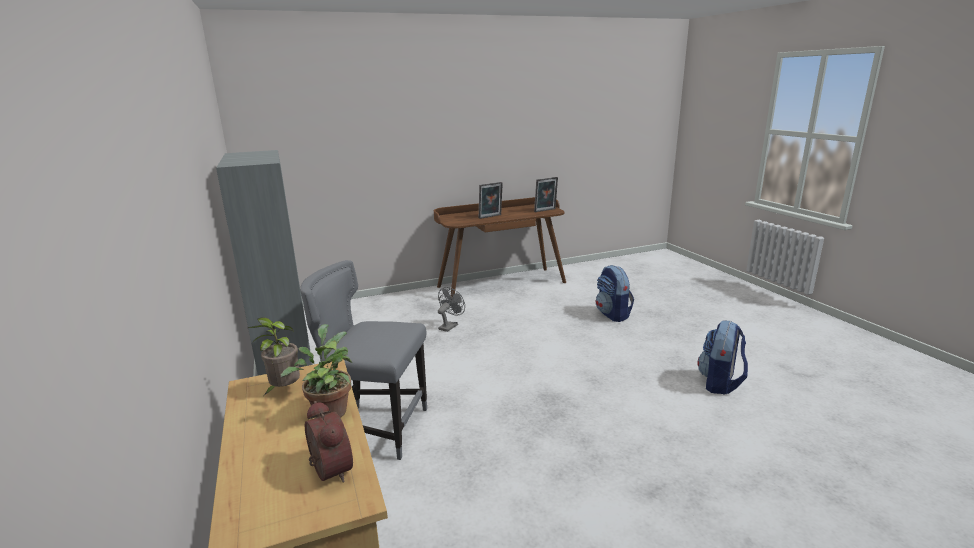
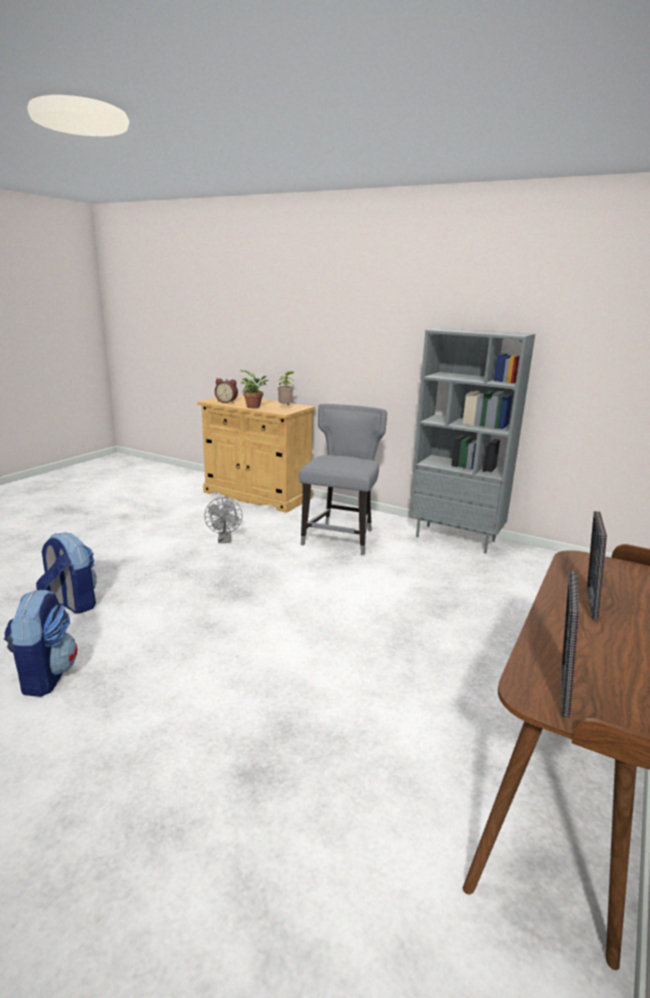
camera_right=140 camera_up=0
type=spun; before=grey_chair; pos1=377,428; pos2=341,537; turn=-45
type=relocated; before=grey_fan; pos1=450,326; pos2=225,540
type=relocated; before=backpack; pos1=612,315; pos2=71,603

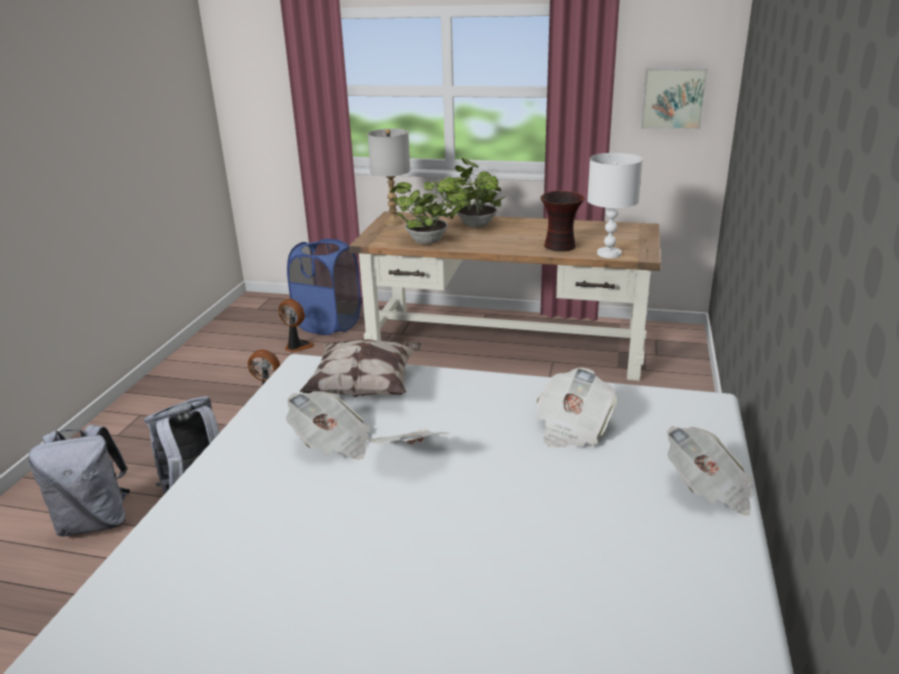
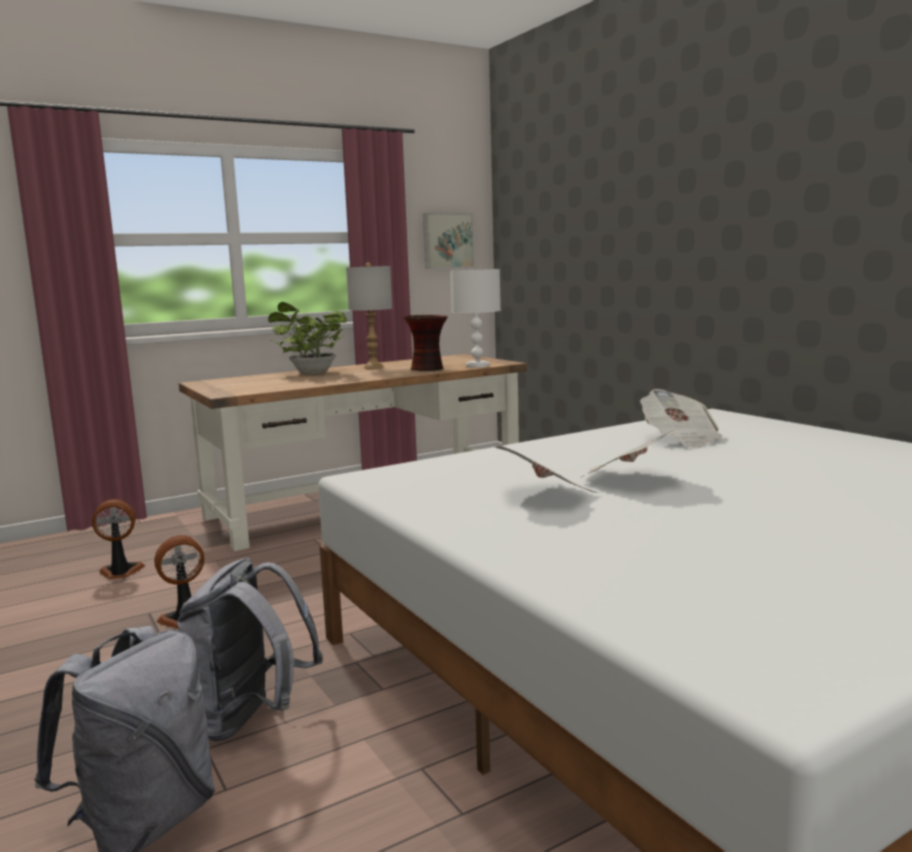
camera_right=-45 camera_up=-15
type=missing; before=blue_laundry_basket; pos1=329,324
type=missing; before=pillow; pos1=366,387
type=relocated; before=grey_table_lamp; pos1=393,223; pos2=373,367
type=missing; before=potted_plant; pos1=430,241
type=missing; before=newspaper; pos1=708,489

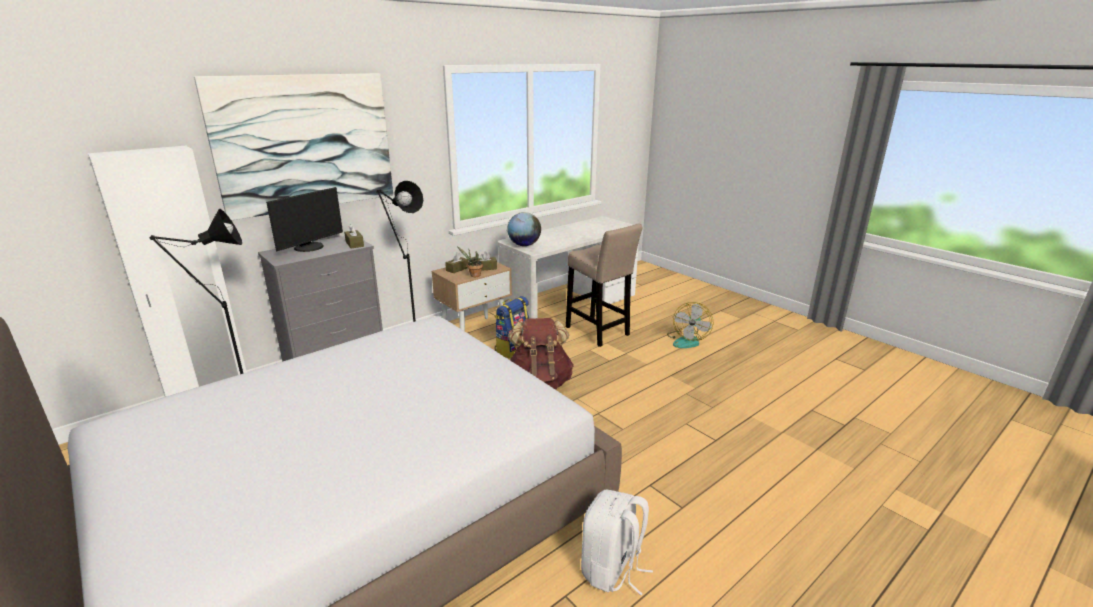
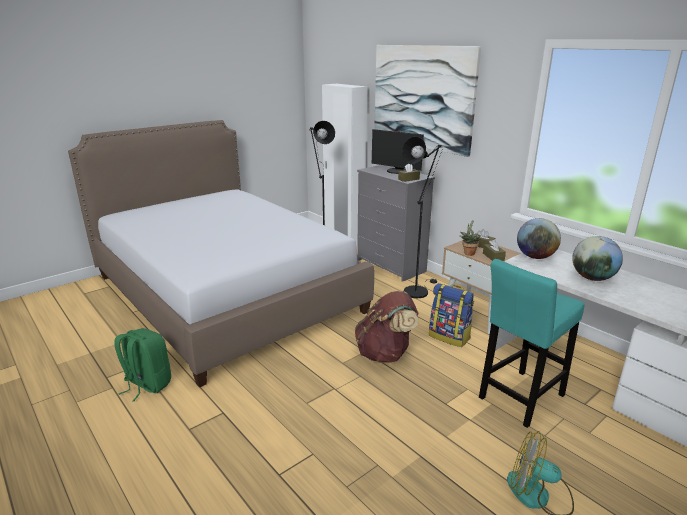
camera_right=90 camera_up=0
type=colour; before=beige_stool; after=turquoise_stool; pos1=599,332; pos2=519,399
type=colour; before=white_backpack; after=green_backpack; pos1=612,570; pos2=147,385
type=appeared; after=globe; pos2=592,278

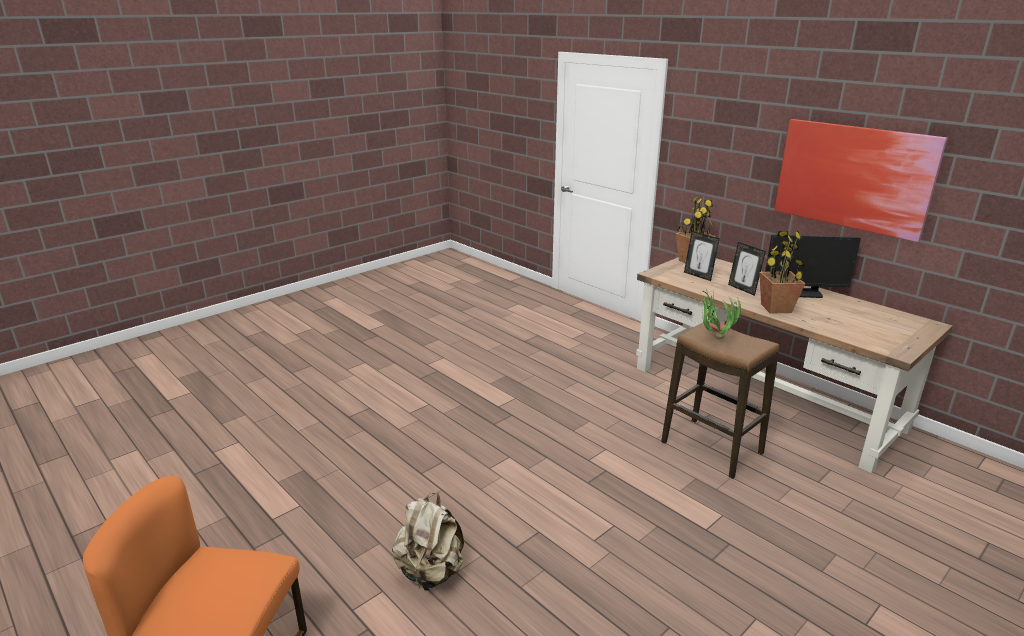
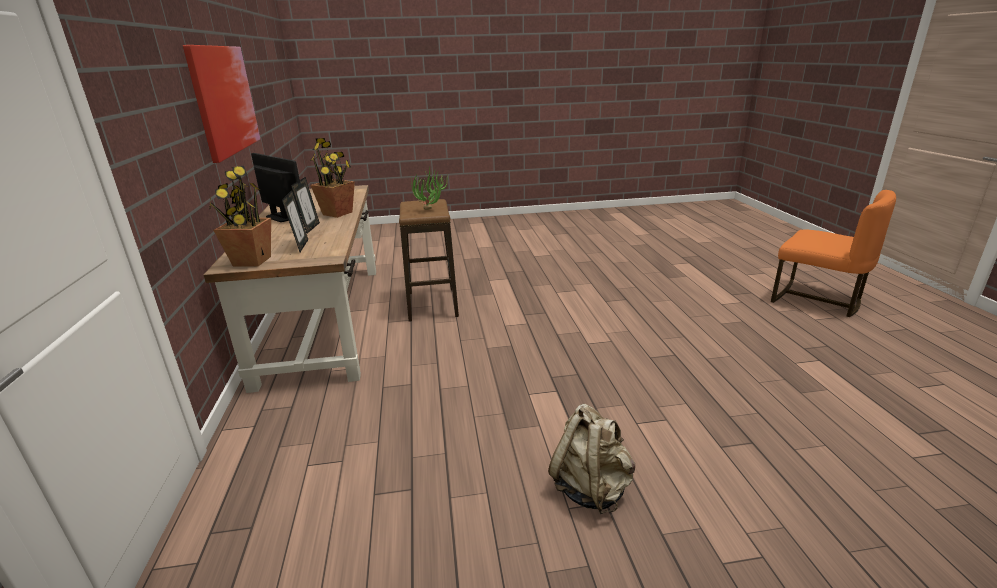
camera_right=-145 camera_up=0
type=relocated; before=beige_backpack; pos1=431,572; pos2=591,488

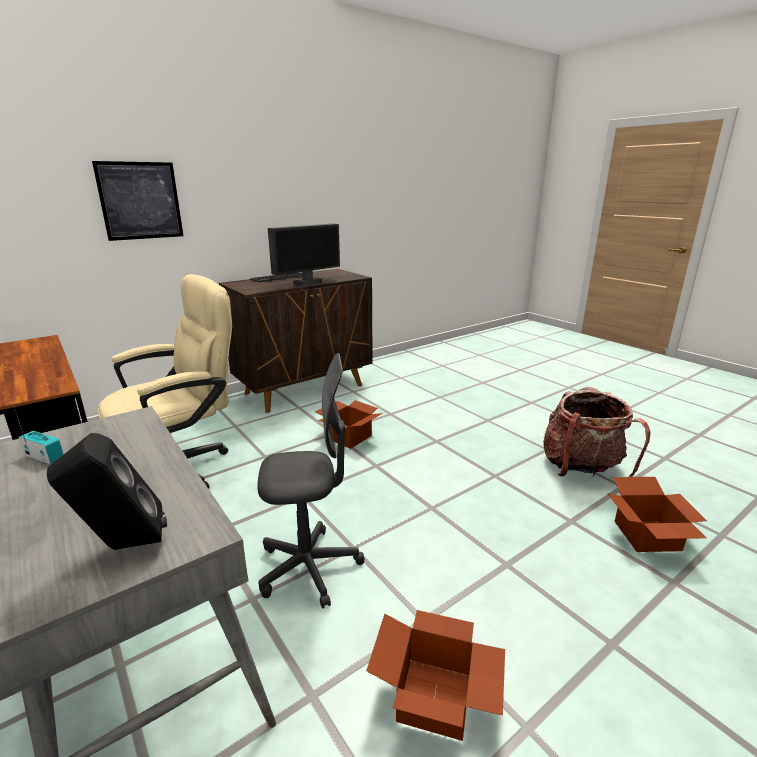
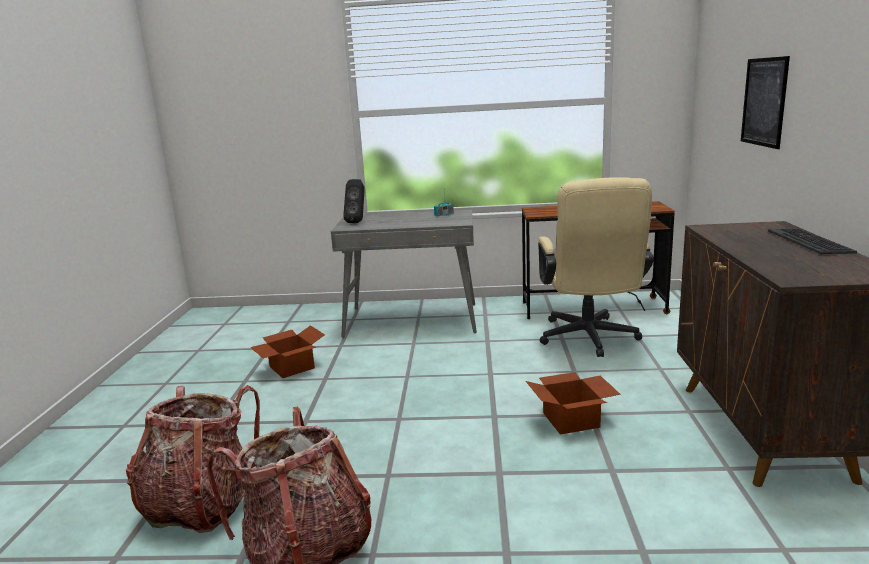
camera_right=130 camera_up=-5
type=missing; before=grey_office_chair; pos1=309,568
type=missing; before=monitor; pos1=307,284
type=exchanged; before=cardboard_box; after=backpack; pos1=647,537; pos2=201,505

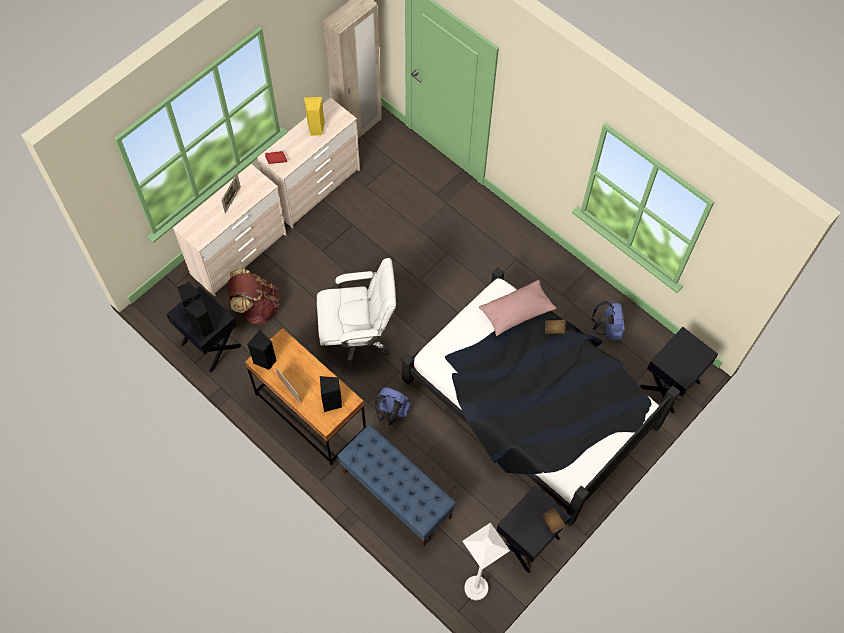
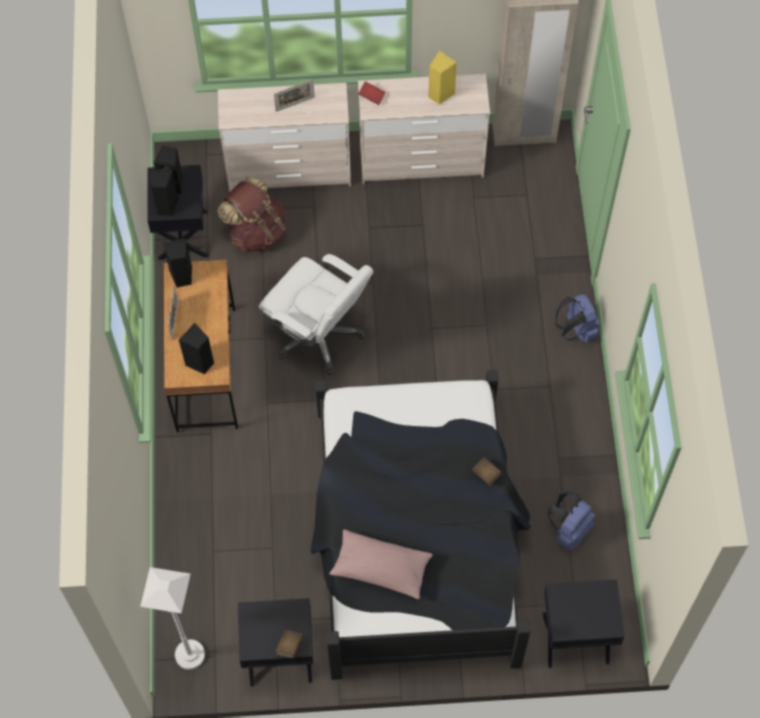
camera_right=45 camera_up=0
type=missing; before=blue_bench; pos1=396,494
type=relocated; before=blue_backpack; pos1=391,412; pos2=576,330
type=relocated; before=pink_pillow; pos1=516,312; pos2=381,568

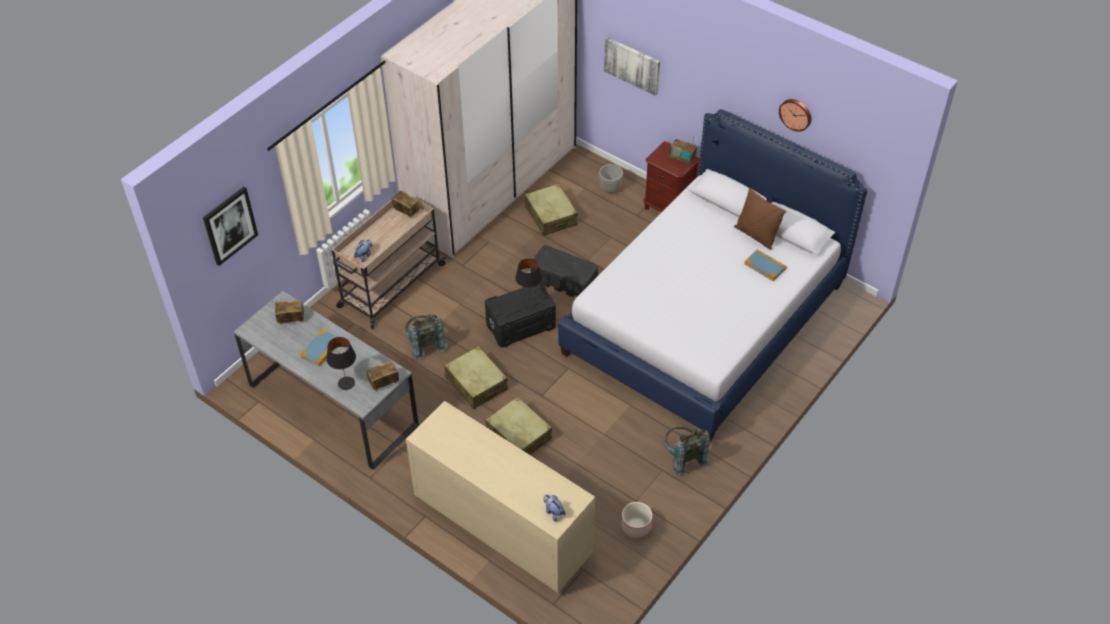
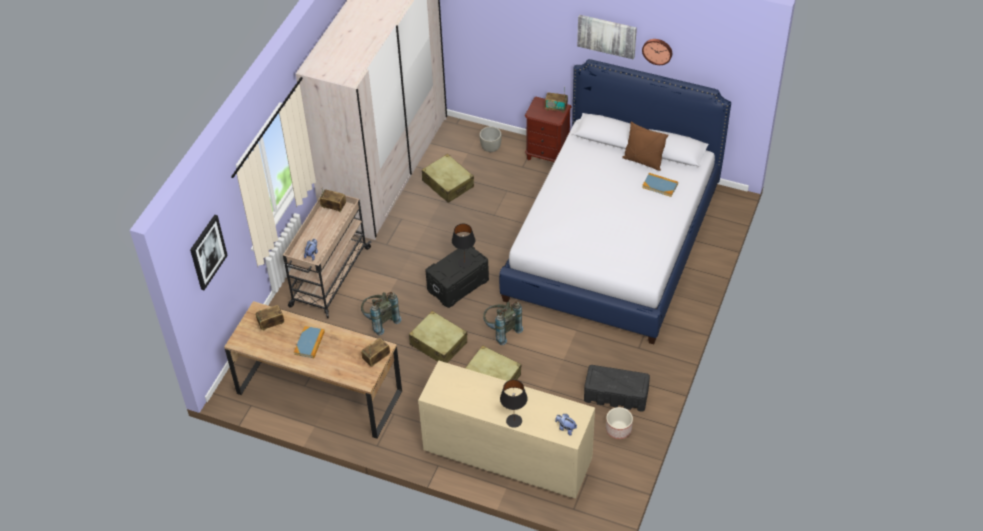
camera_right=-15 camera_up=0
type=colour; before=grey_desk; after=brown_desk; pos1=333,405; pos2=319,392
type=relocated; before=black_table_lamp; pos1=346,383; pos2=513,420
type=relocated; before=black_storage_box; pos1=564,281; pos2=616,395
type=relocated; before=picture; pos1=632,65; pos2=607,35
type=relocated; before=grey_backpack; pos1=682,457; pos2=501,331

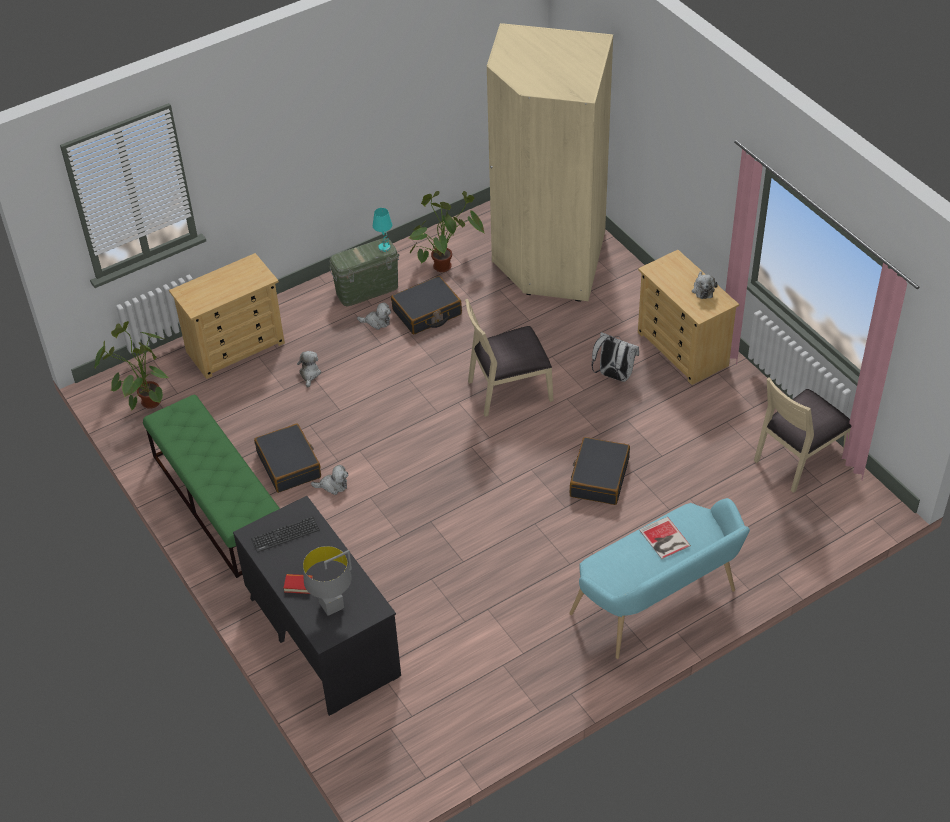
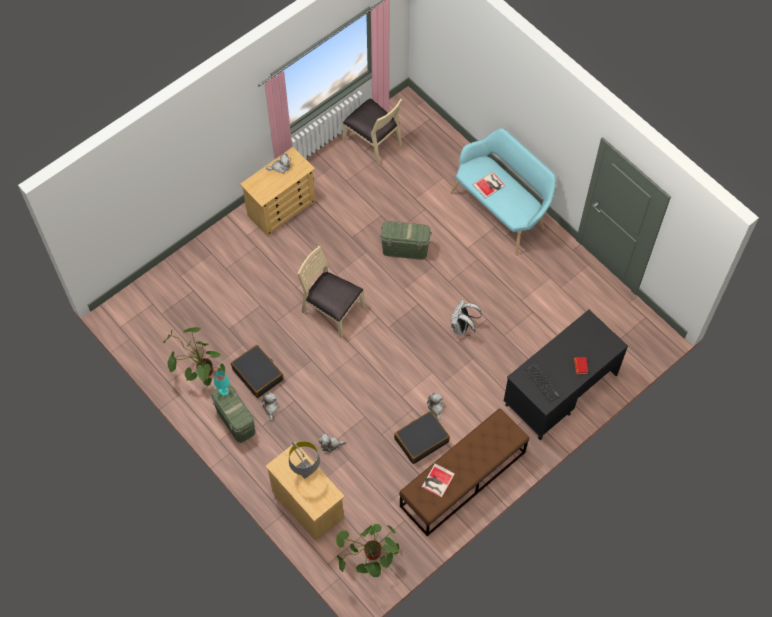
camera_right=-100 camera_up=15
type=colour; before=green_bench; after=brown_bench; pos1=219,502; pos2=462,479
type=relocated; before=grey_table_lamp; pos1=332,606; pos2=305,471
type=spun; before=beige_chair; pos1=509,390; pos2=332,310; turn=150
type=missing; before=beige_wardrobe; pos1=548,258
type=exchanged; before=black_suitcase; after=green_storage_box; pos1=599,478; pos2=405,249
type=relocated; before=white_backpack; pos1=613,375; pos2=462,327
type=appeared; after=book; pos2=437,481

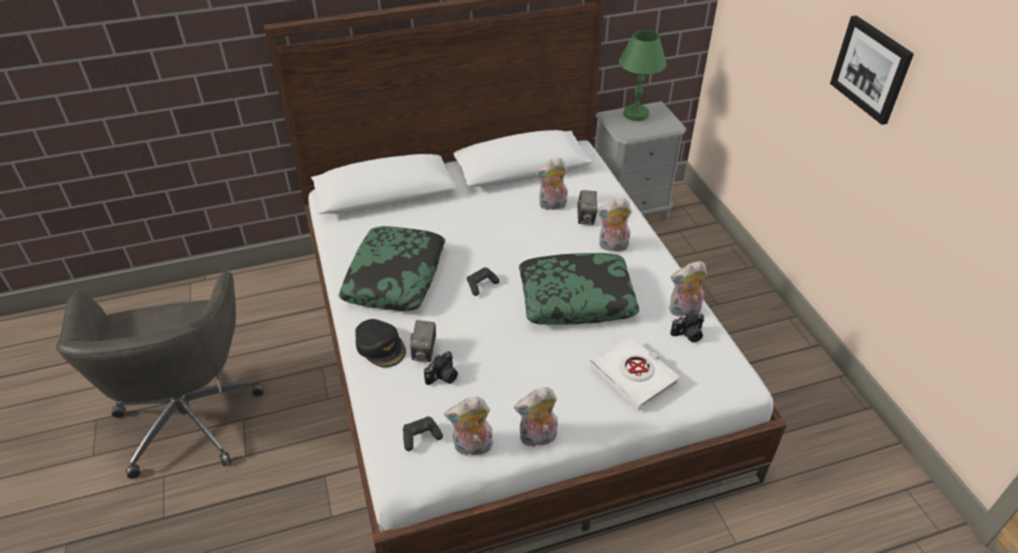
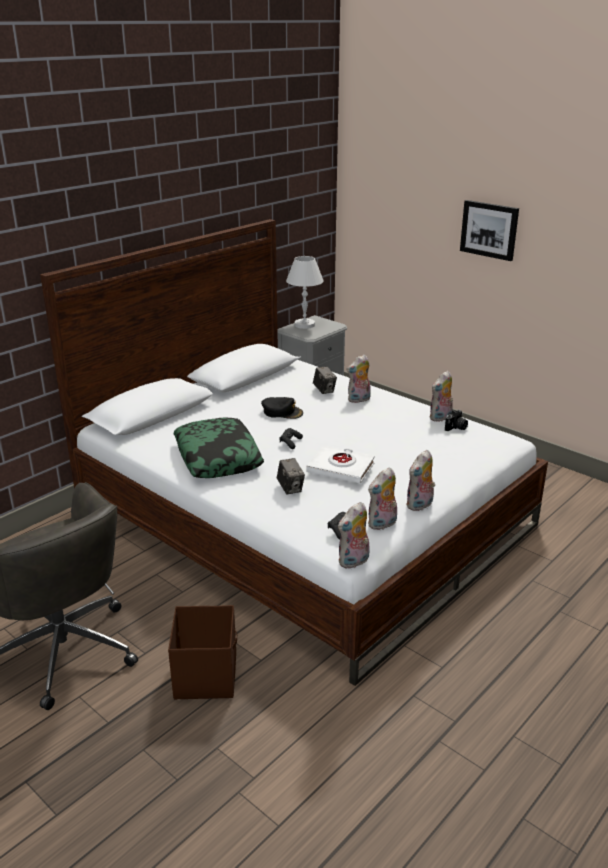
camera_right=-30 camera_up=-15
type=relocated; before=black_cap; pos1=381,346; pos2=282,412
type=missing; before=photo_camera; pos1=443,377
type=missing; before=pillow; pos1=576,298
type=relocated; before=plush_toy; pos1=552,206; pos2=354,562
type=relocated; before=white_book; pos1=634,376; pos2=341,468
type=colour; before=green_table_lamp; after=white_table_lamp; pos1=635,114; pos2=304,325
type=appeared; after=brown_storage_box; pos2=206,675

